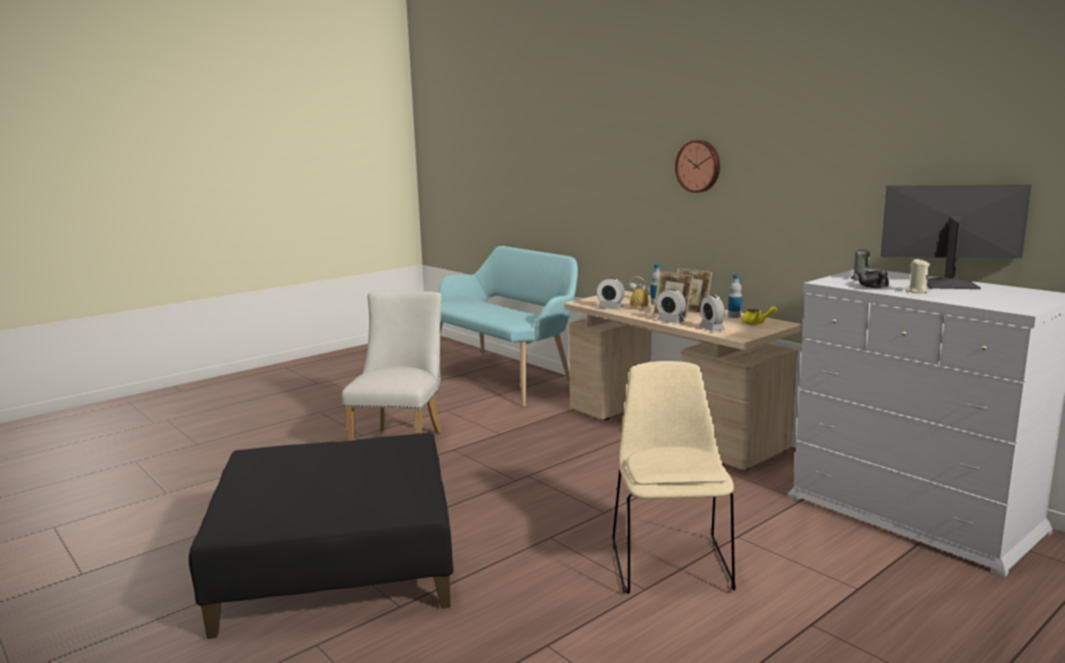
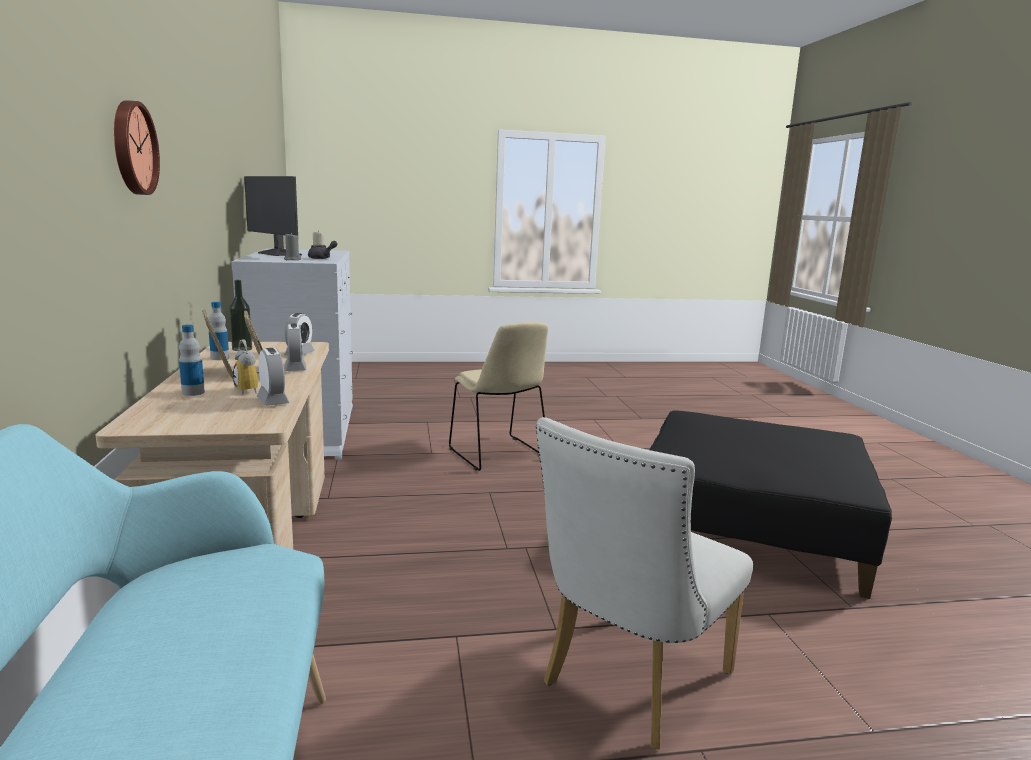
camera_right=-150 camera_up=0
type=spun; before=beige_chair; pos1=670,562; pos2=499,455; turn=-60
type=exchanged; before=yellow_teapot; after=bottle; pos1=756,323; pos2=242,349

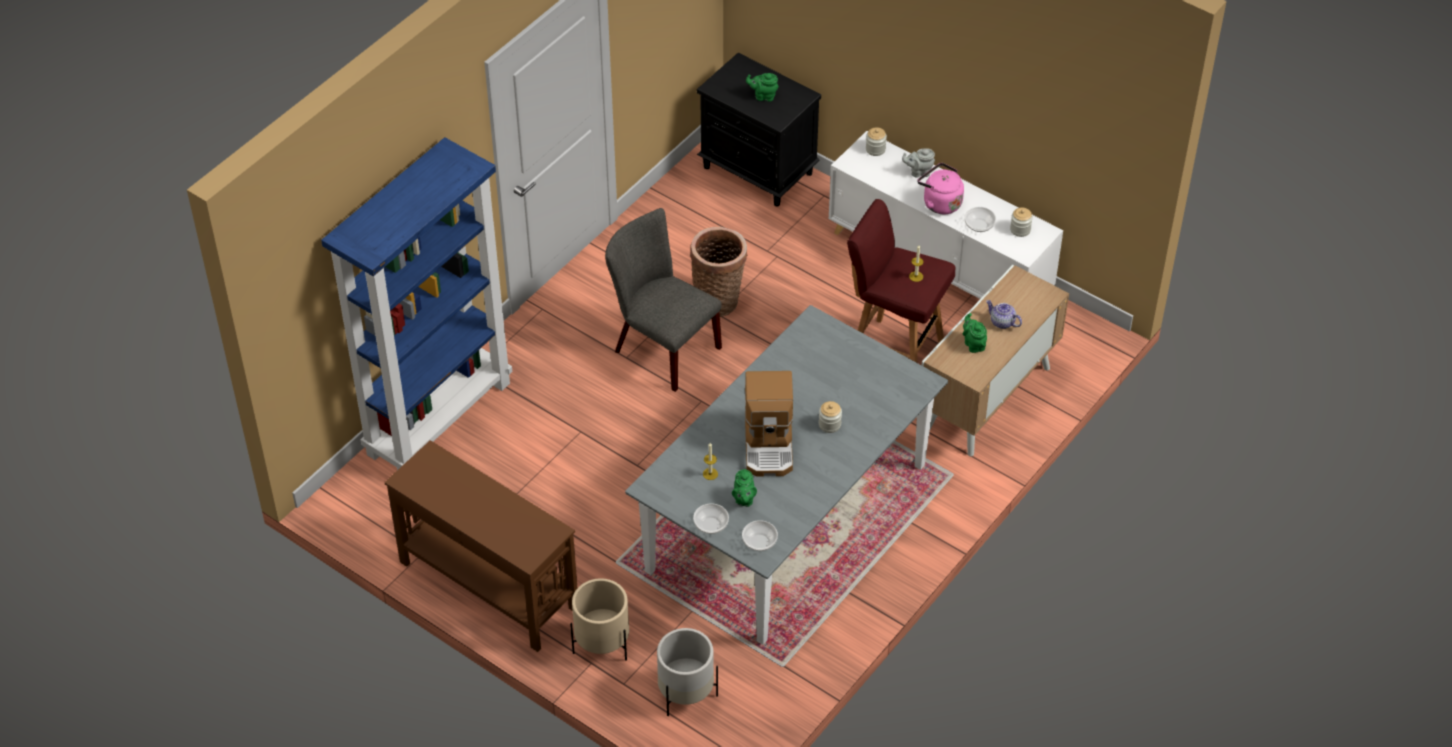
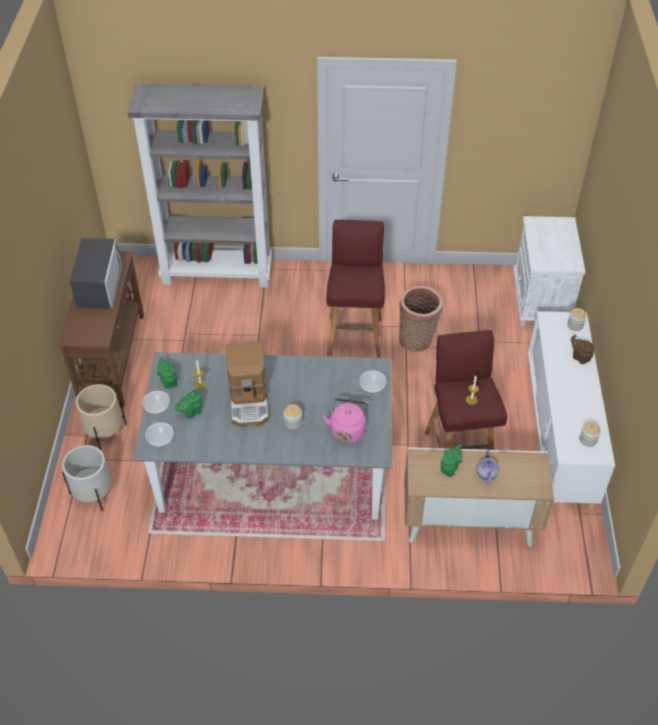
camera_right=55 camera_up=0
type=colour; before=blue_bookcase; after=grey_bookcase; pos1=439,417; pos2=218,273
type=exchanged; before=grey_chair; after=red_stool; pos1=661,347; pos2=355,335
type=colour; before=black_nightstand; after=white_nightstand; pos1=759,170; pos2=540,303
type=spun; before=coffee_machine; pos1=769,444; pos2=249,400; turn=-60
type=relocated; before=green_teapot; pos1=763,96; pos2=168,381
type=colour; before=grey_teapot; after=brown_teapot; pos1=919,172; pos2=580,357
type=relocated; before=pink_kettle; pos1=940,202; pos2=347,430
type=relocated; before=bowl; pos1=979,226; pos2=372,386
type=appeared; after=microwave; pos2=100,286

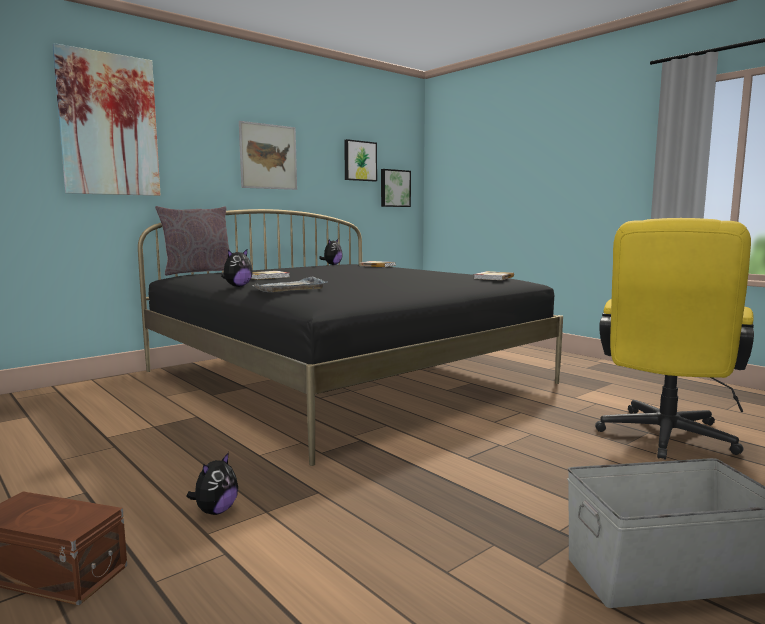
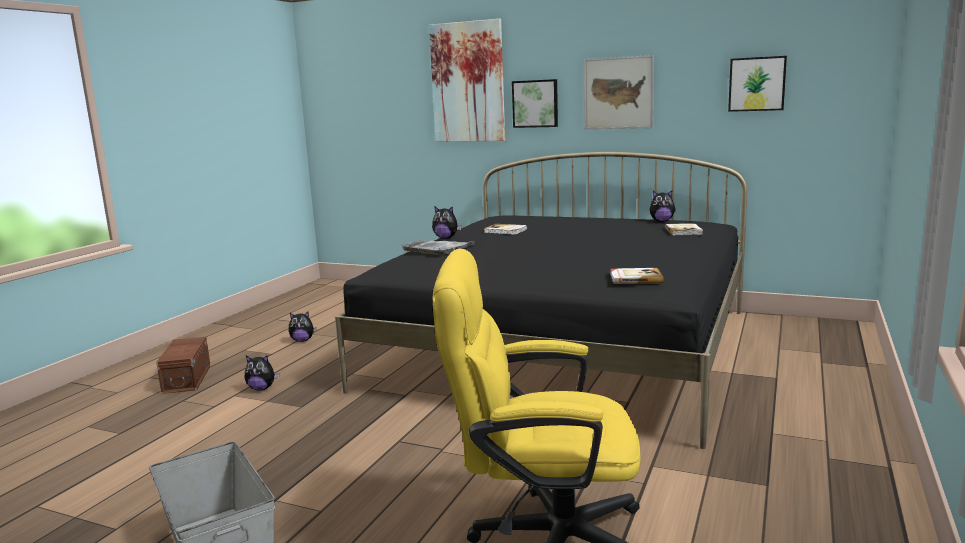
camera_right=65 camera_up=5
type=missing; before=grey_pillow; pos1=198,272
type=relocated; before=picture; pos1=394,188; pos2=535,103
type=appeared; after=plush_toy; pos2=302,340

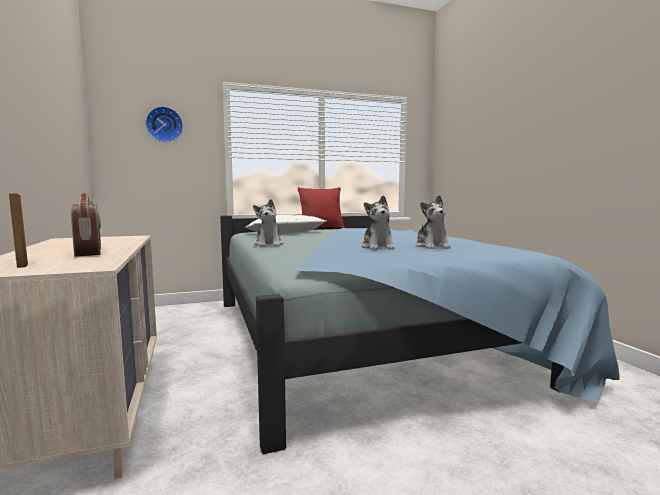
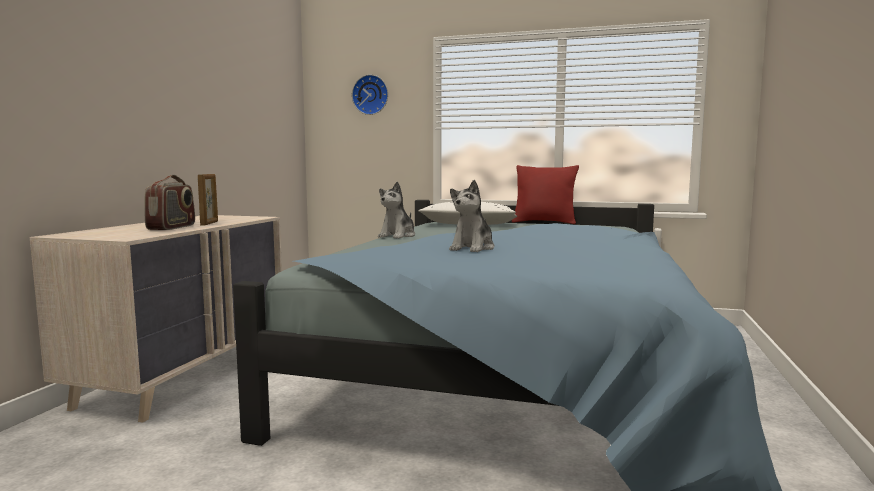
camera_right=35 camera_up=0
type=relocated; before=picture_frame; pos1=22,263; pos2=209,223
type=missing; before=plush_toy; pos1=432,246

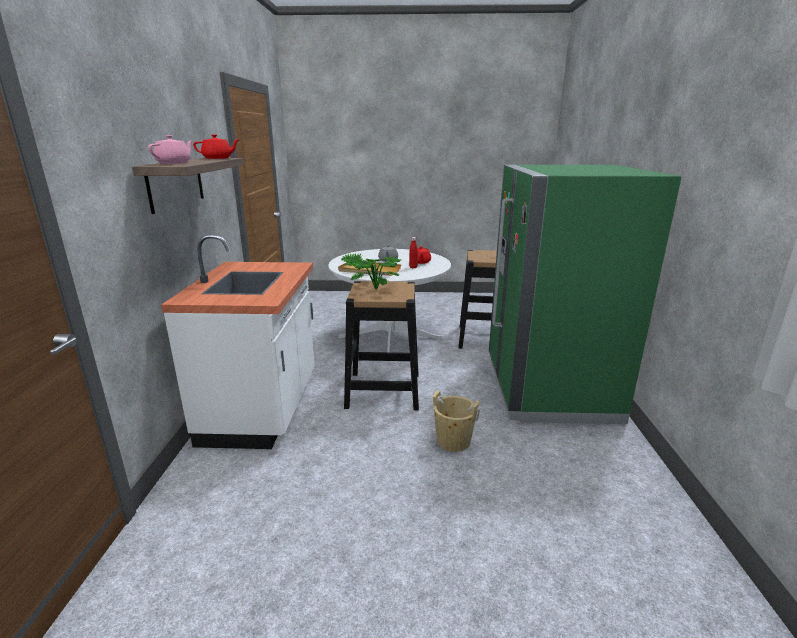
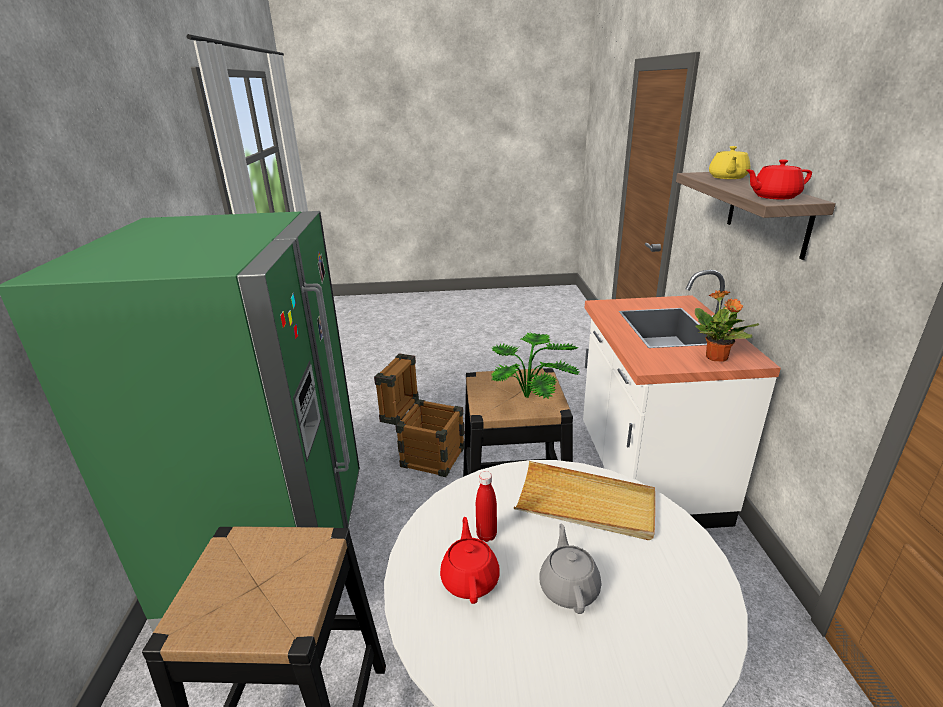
camera_right=175 camera_up=5
type=colour; before=pink_teapot; after=yellow_teapot; pos1=174,163; pos2=727,177
type=exchanged; before=beige_bucket; after=crate; pos1=453,441; pos2=425,455
type=appeared; after=potted_plant; pos2=716,358

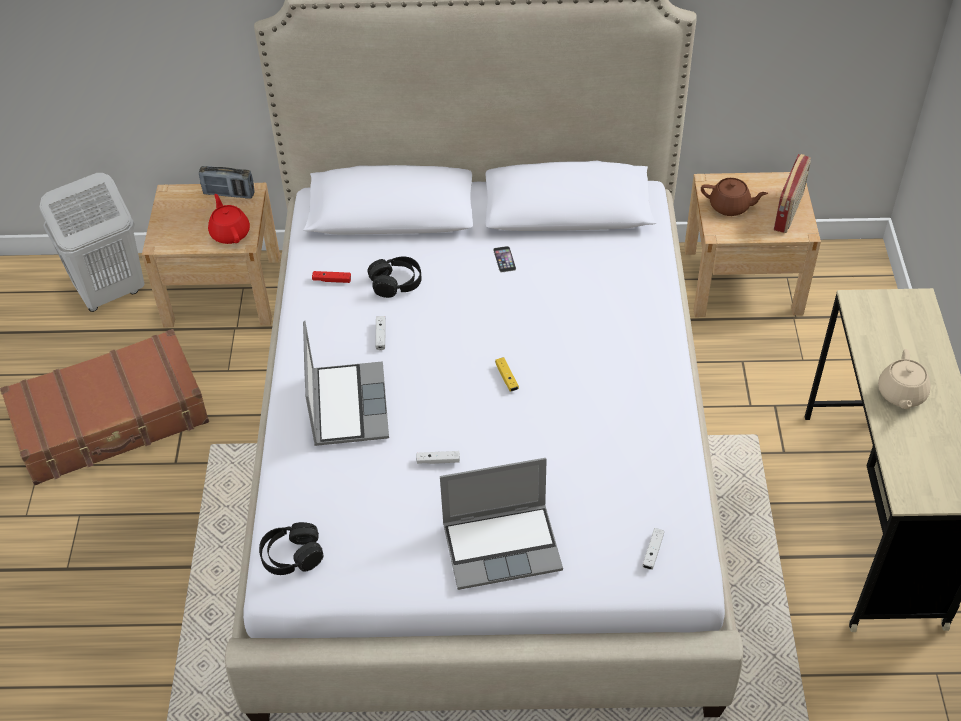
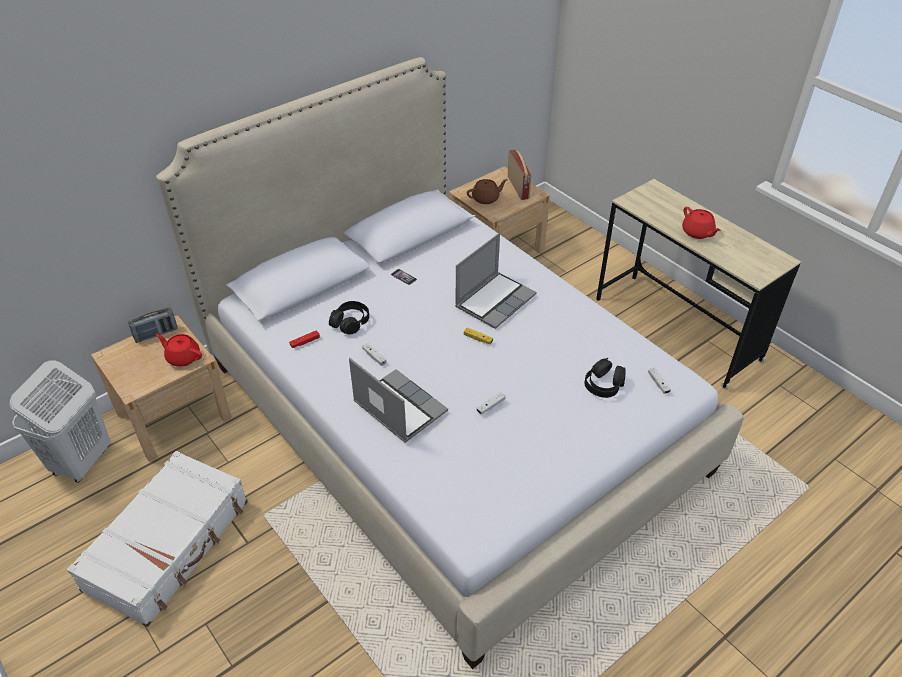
camera_right=-40 camera_up=-5
type=colour; before=brown_suitcase; after=white_suitcase; pos1=112,421; pos2=169,545
type=relocated; before=black_headphones; pos1=292,556; pos2=604,385
type=relocated; before=laptop; pos1=503,546; pos2=495,300
type=colour; before=beige_teapot; after=red_teapot; pos1=901,394; pos2=697,233

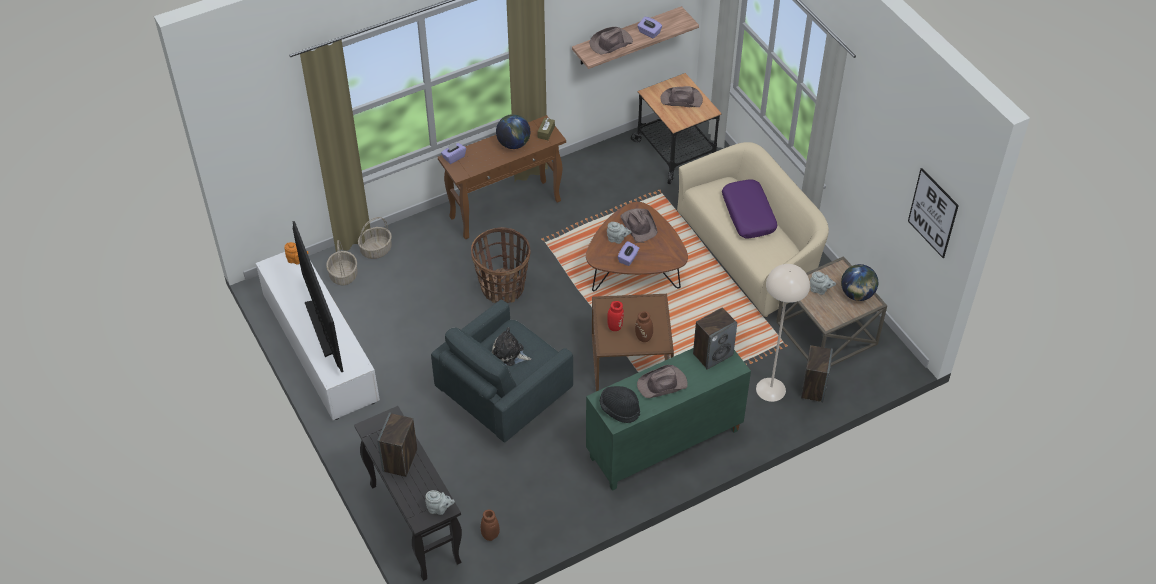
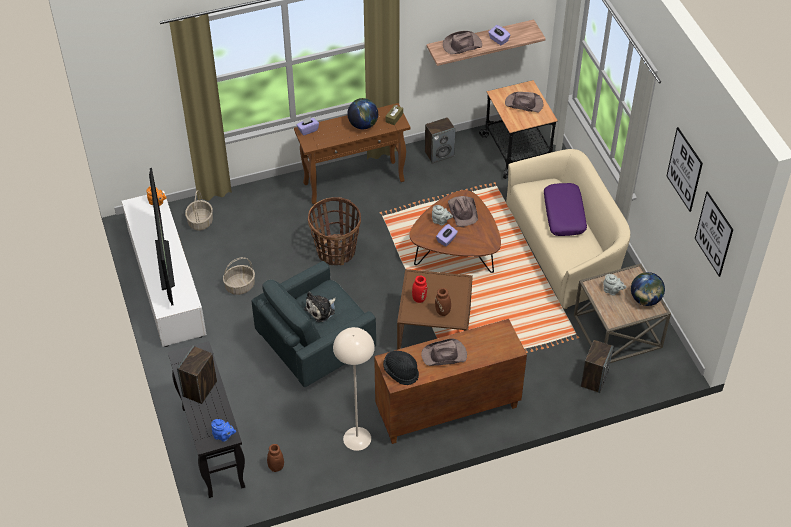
camera_right=10 camera_up=0
type=relocated; before=basket; pos1=376,249; pos2=240,286
type=colour; before=grey_teapot; after=blue_teapot; pos1=439,509; pos2=223,436
type=spun; before=plush_toy; pos1=509,354; pos2=321,310; turn=-75
type=colour; before=green_cabinet; after=brown_cabinet; pos1=664,445; pos2=447,410
type=relocated; before=speaker; pos1=713,354; pos2=439,154
type=relocated; before=beige_floor_lamp; pos1=771,389; pos2=357,439
type=appeared; after=picture; pos2=684,169

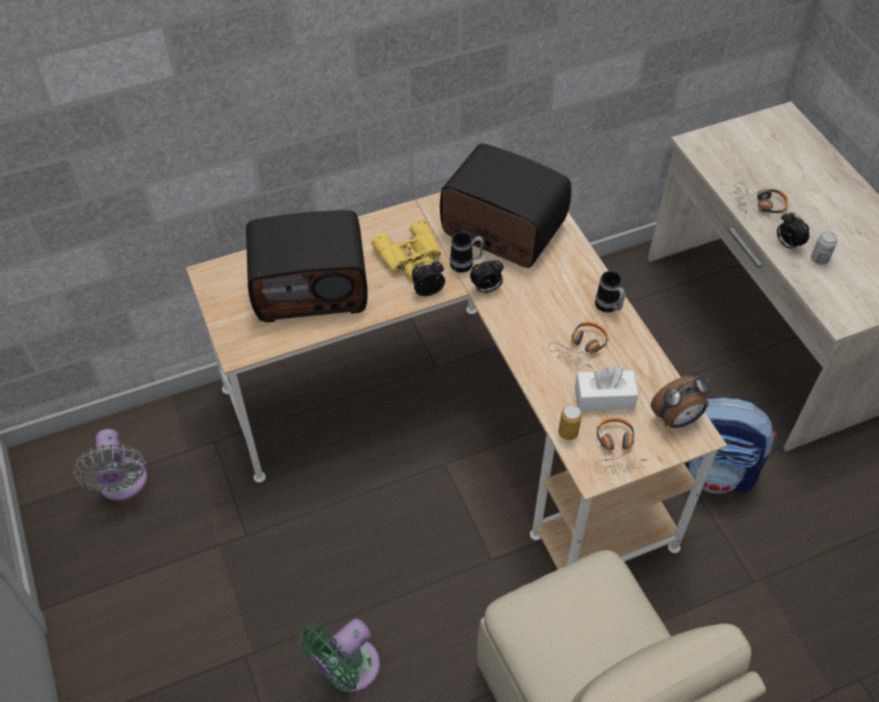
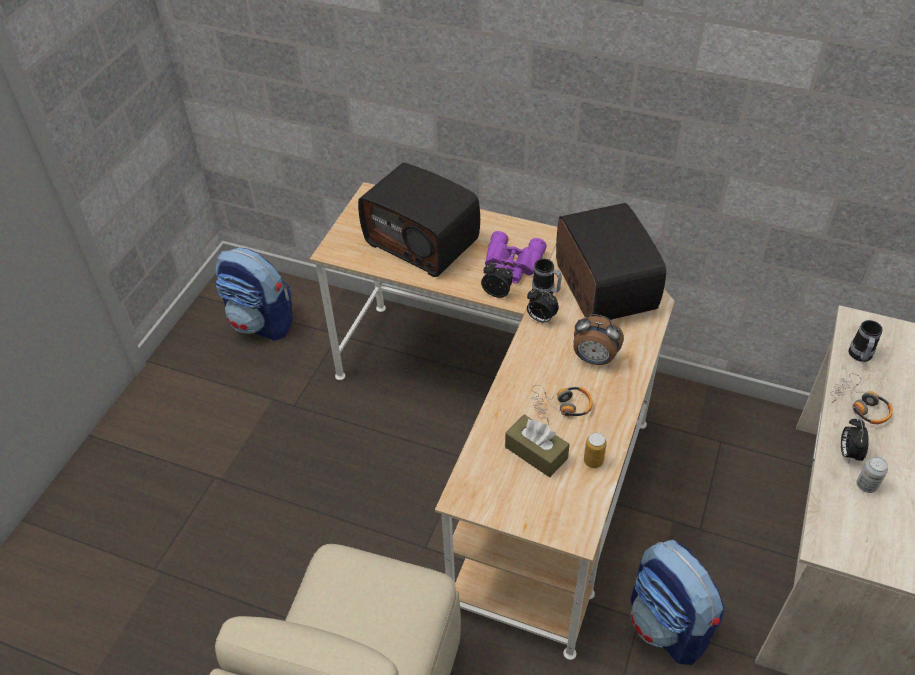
camera_right=45 camera_up=-5
type=exchanged; before=grey_fan; after=backpack; pos1=123,485; pos2=261,323
type=missing; before=green_fan; pos1=347,670
type=colour; before=yellow_binoculars; after=purple_binoculars; pos1=411,258; pos2=512,264
type=relocated; before=can; pos1=568,433; pos2=593,461
type=colour; before=white_tissue_box; after=brown_tissue_box; pos1=604,397; pos2=536,452
type=relocated; before=mug; pos1=609,307; pos2=859,357
type=missing; before=headphones; pos1=616,449
type=relocated; before=alarm_clock; pos1=676,419; pos2=594,359

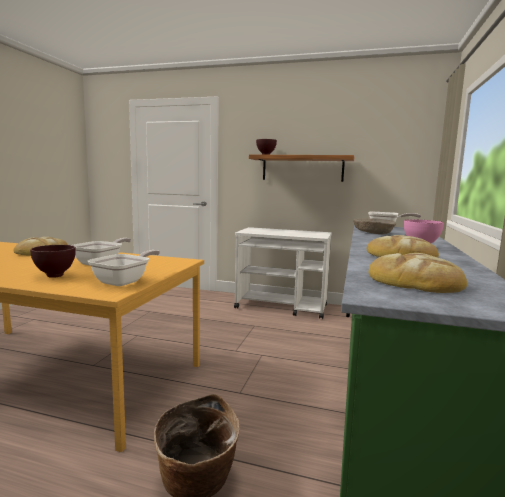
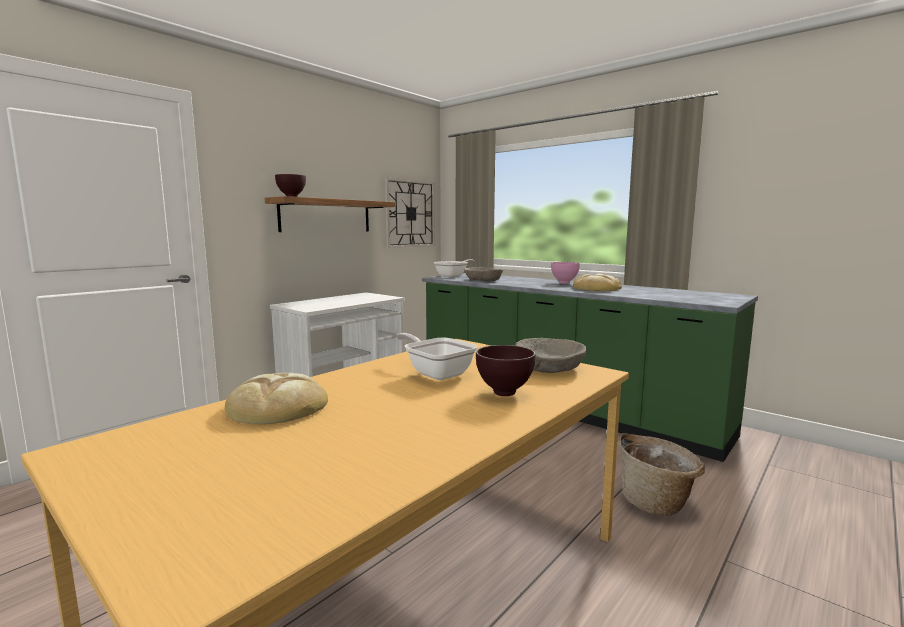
camera_right=-65 camera_up=0
type=exchanged; before=frying_pan; after=beige_bowl; pos1=125,281; pos2=549,366
type=missing; before=bread; pos1=414,280
type=appeared; after=wall_clock; pos2=410,213

